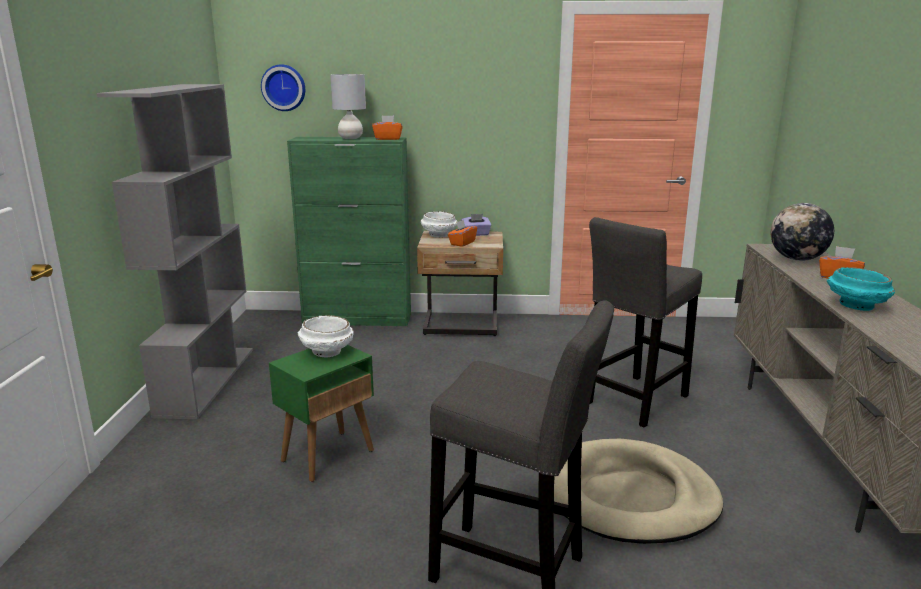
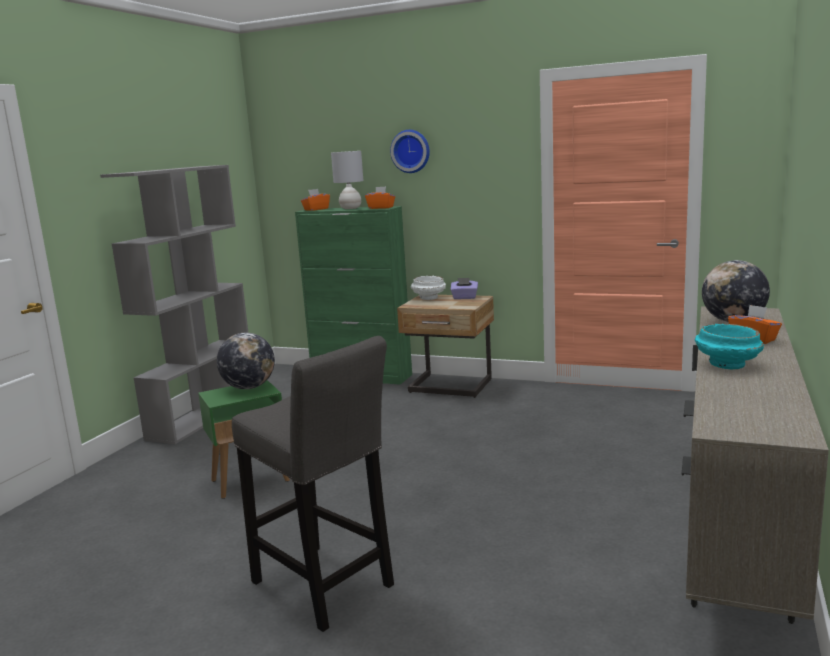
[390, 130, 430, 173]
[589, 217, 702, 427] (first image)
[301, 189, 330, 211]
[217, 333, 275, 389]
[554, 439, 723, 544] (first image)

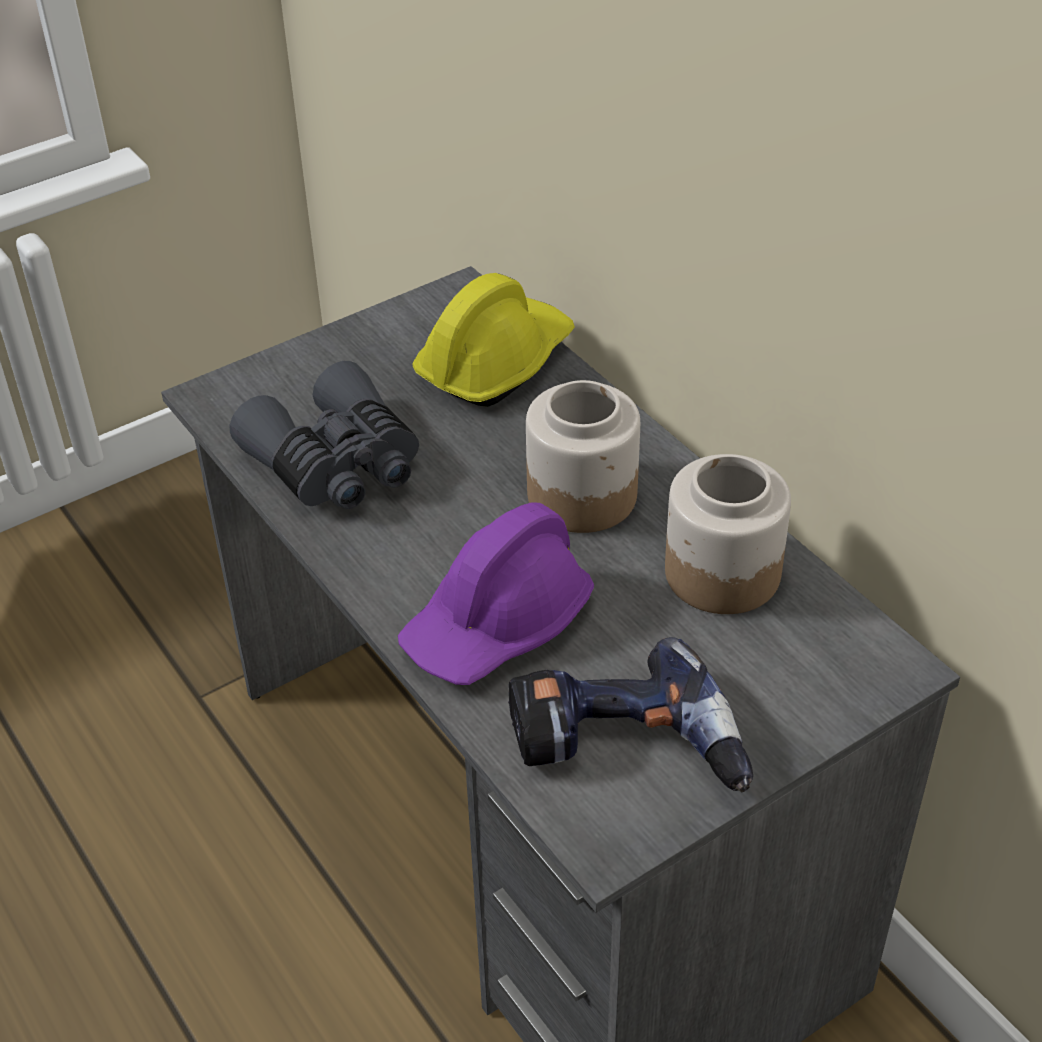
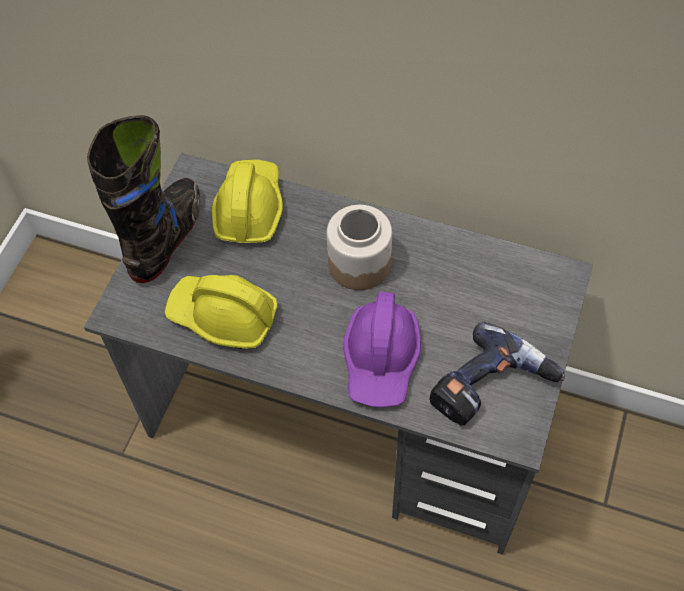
[165, 275, 278, 349]
[665, 454, 791, 614] (first image)
[87, 115, 200, 283]

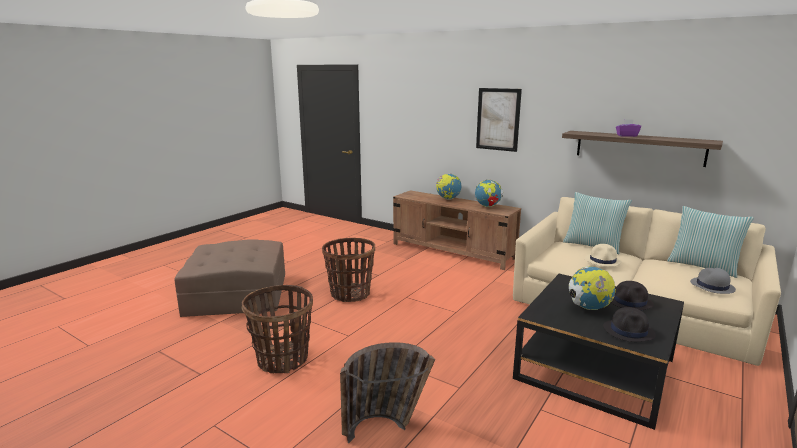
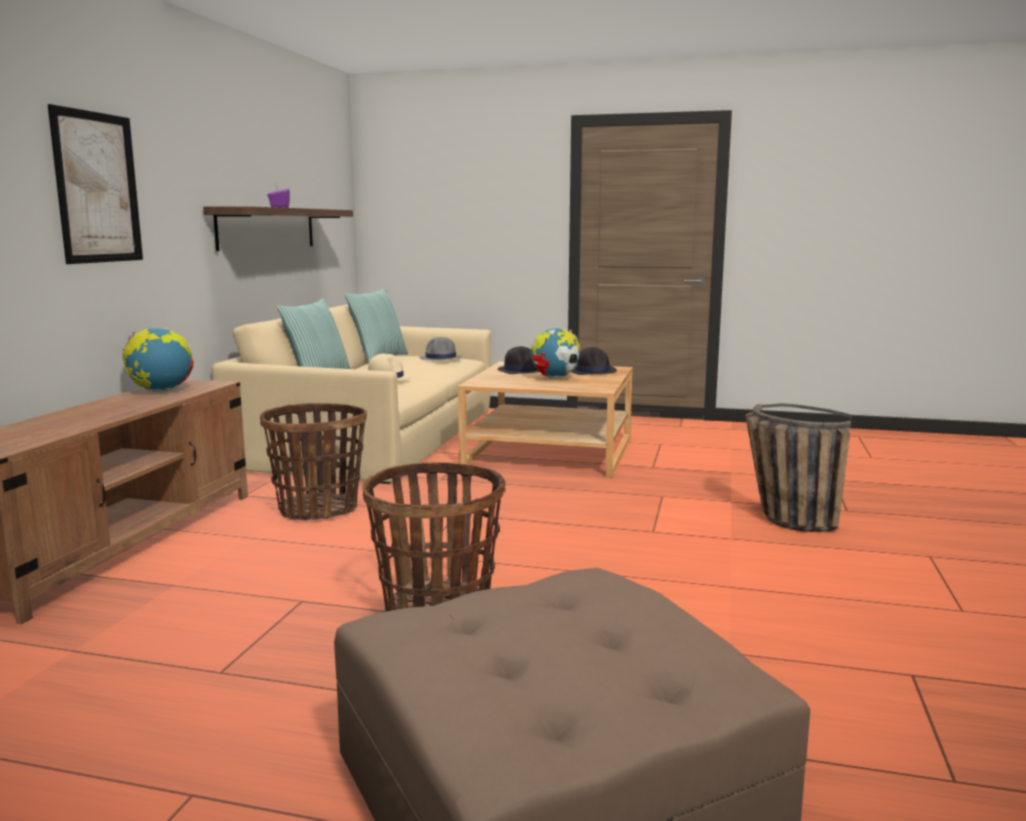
[436, 174, 461, 200] (first image)
[458, 362, 633, 478]
[260, 403, 367, 521]

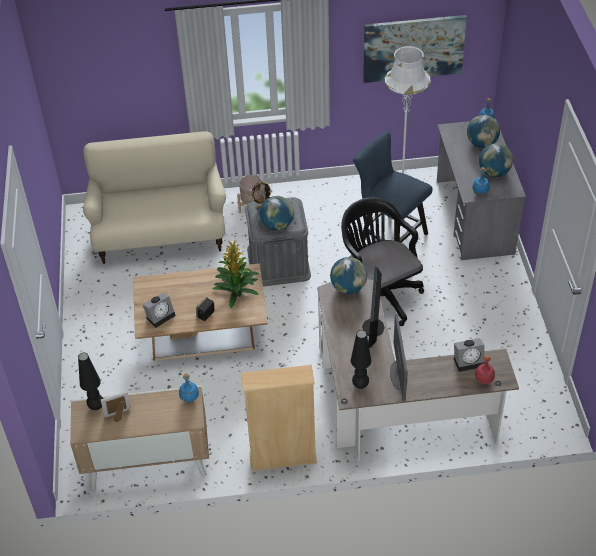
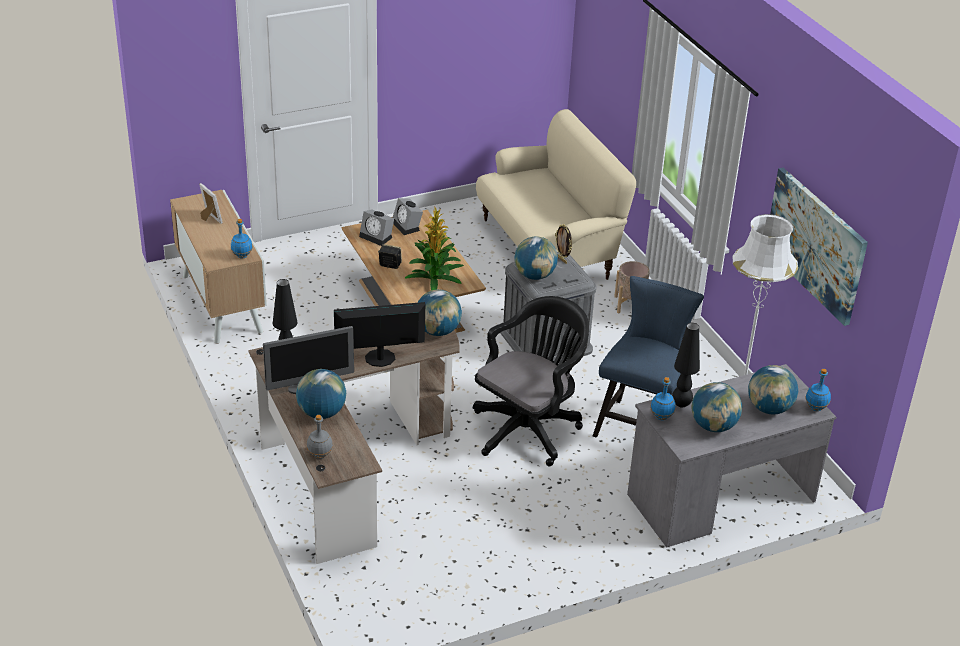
[393, 198, 423, 235]
[672, 323, 700, 408]
[307, 415, 333, 459]
[241, 365, 317, 471] (first image)
[296, 369, 346, 419]

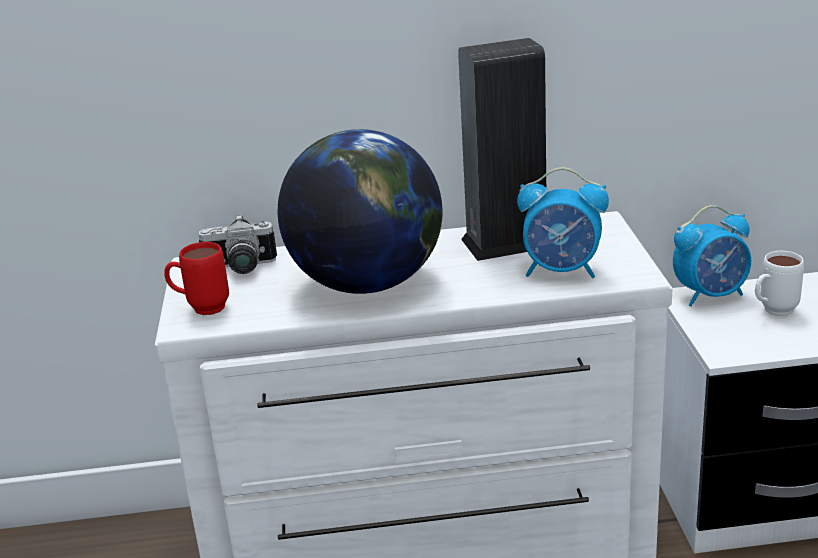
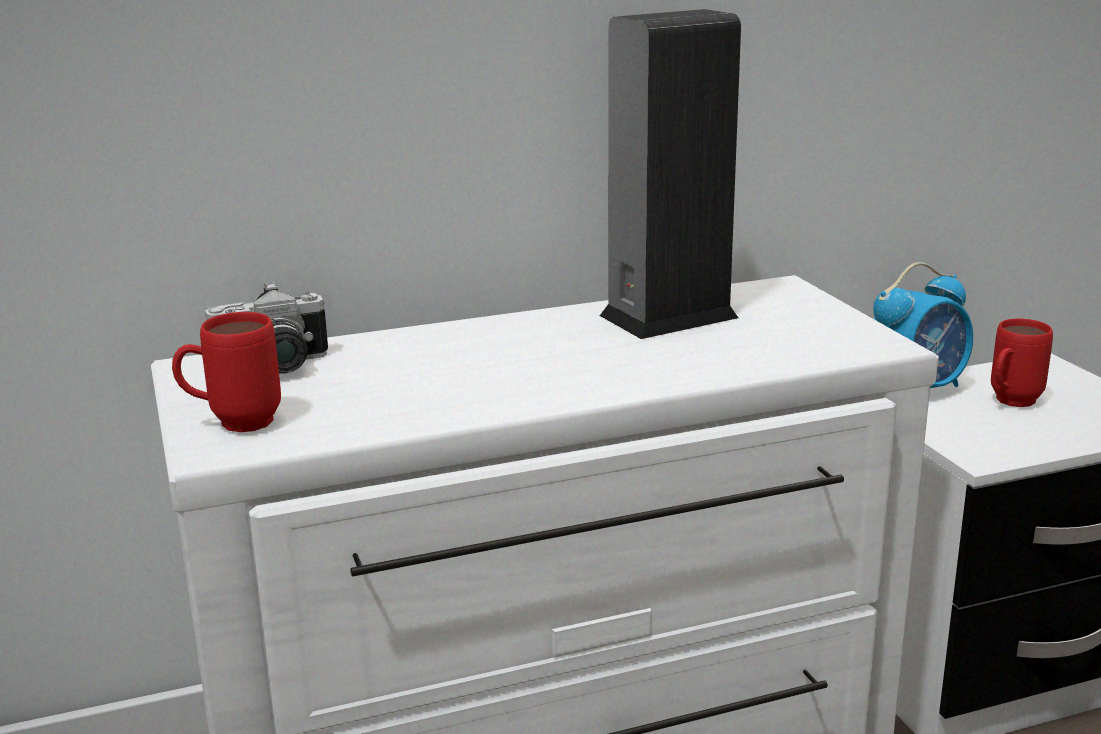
[278, 129, 443, 294] (first image)
[517, 167, 609, 278] (first image)
[991, 318, 1053, 407]

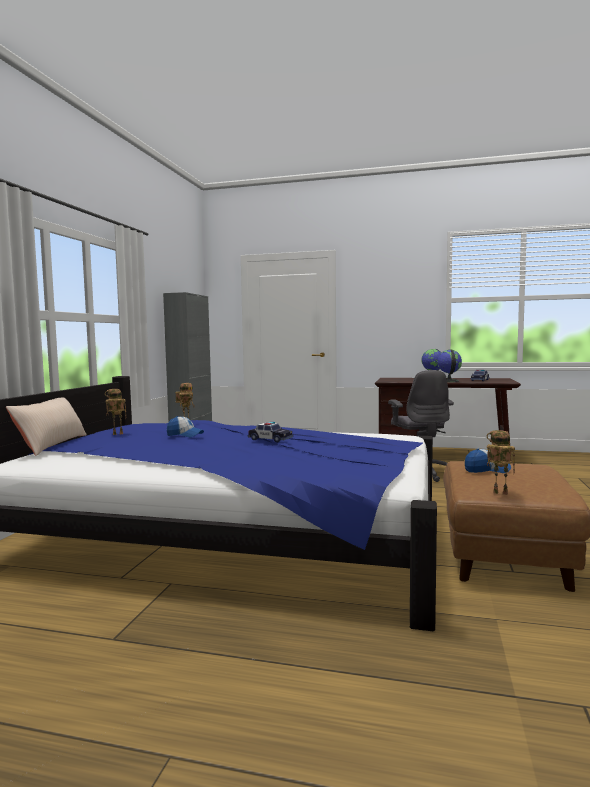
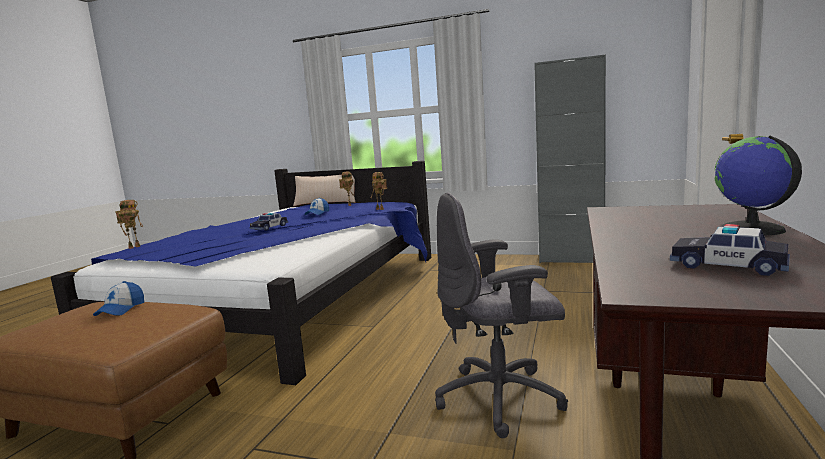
[437, 350, 462, 382] (first image)
[115, 200, 143, 249]

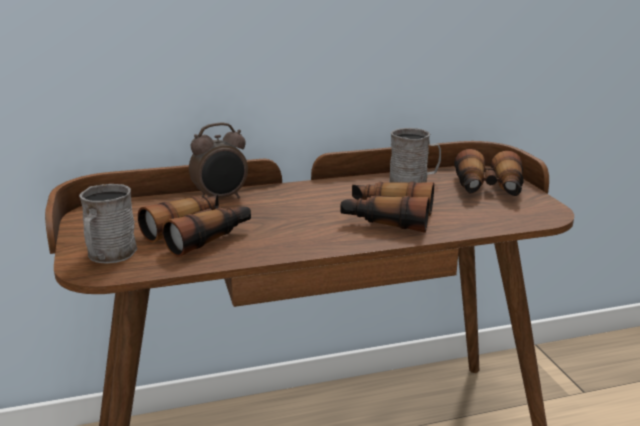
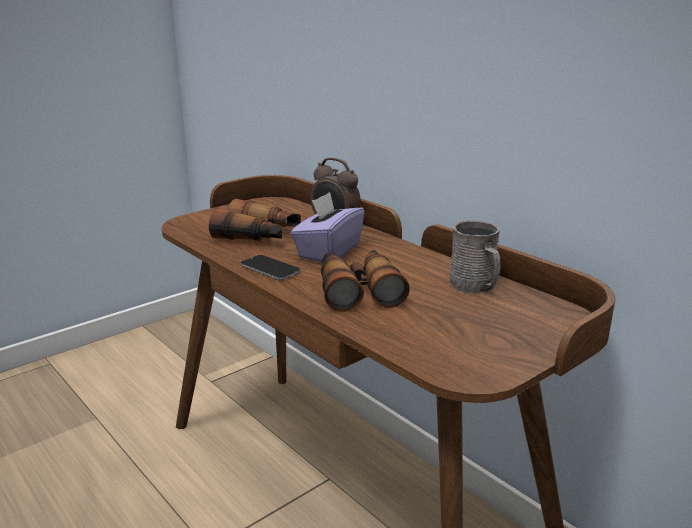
[454, 149, 524, 196] (first image)
[79, 184, 138, 263] (first image)
[291, 192, 365, 262]
[240, 255, 301, 280]

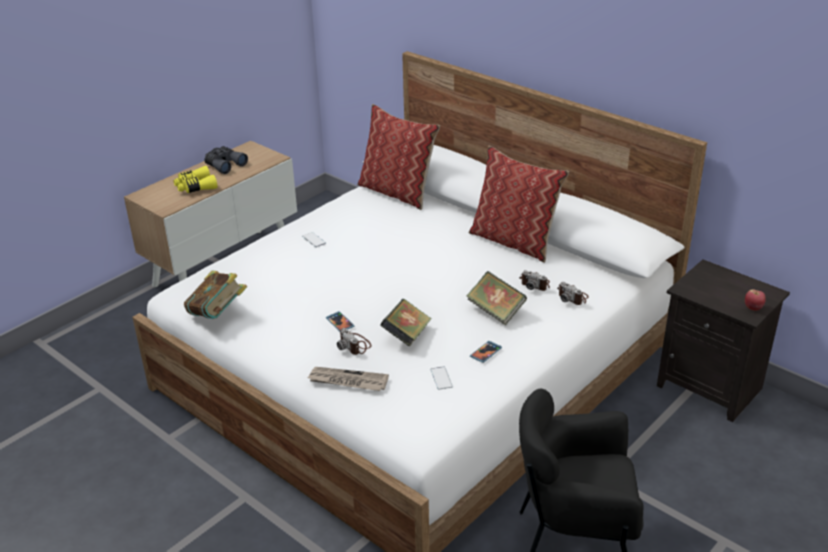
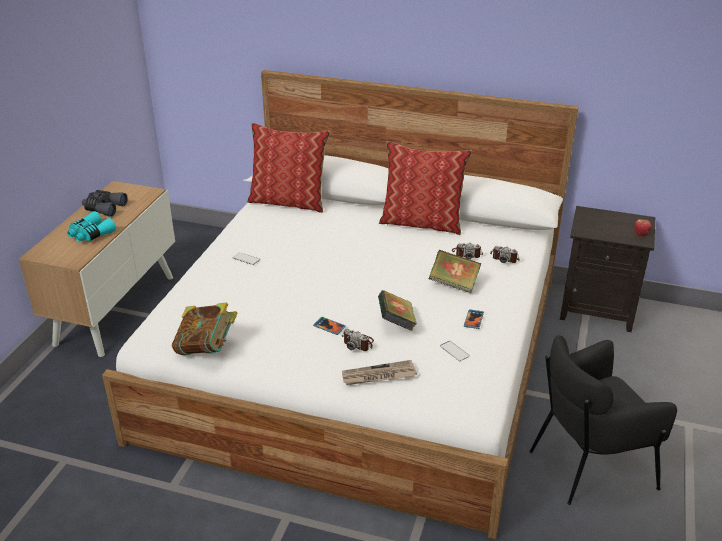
[67, 211, 116, 242]

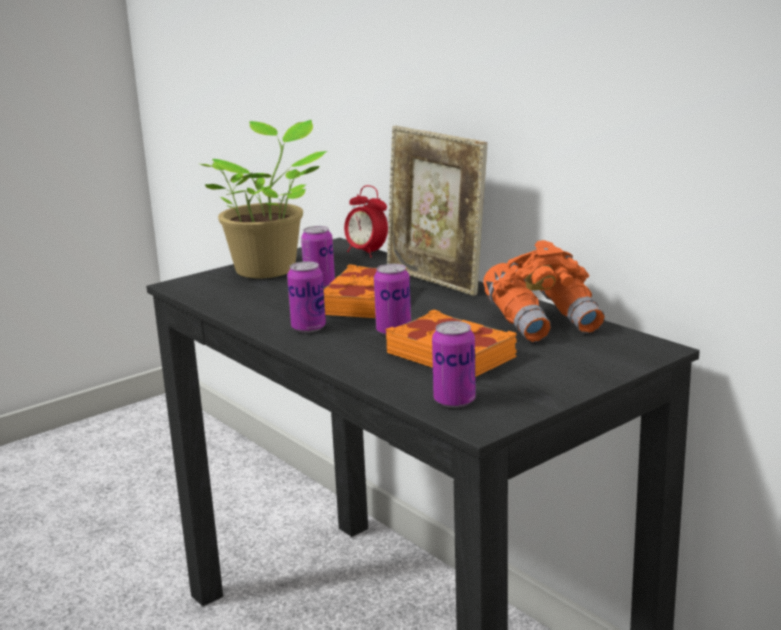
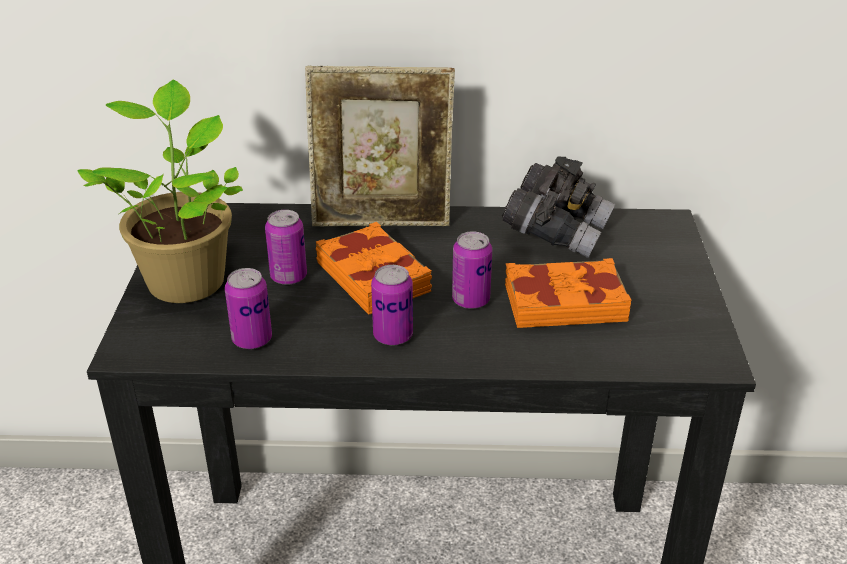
[344, 185, 388, 258] (first image)
[502, 157, 615, 258]
[225, 268, 272, 349]

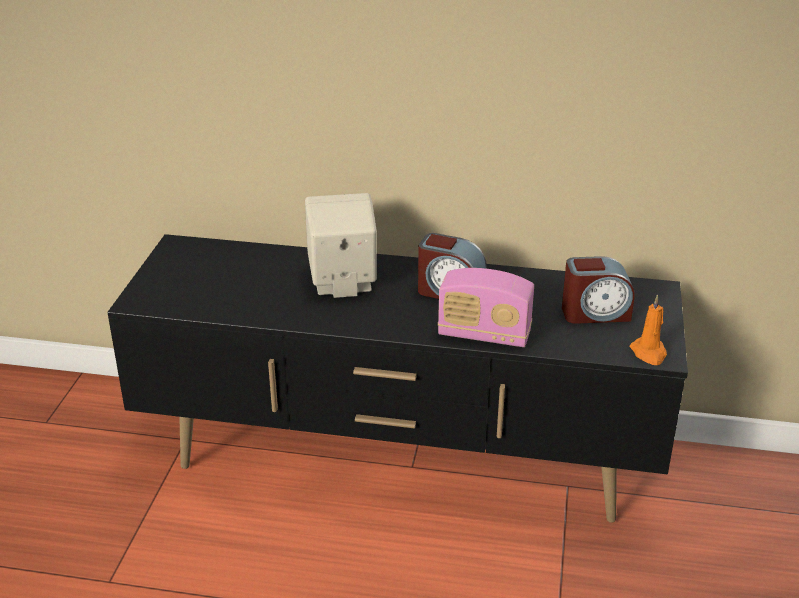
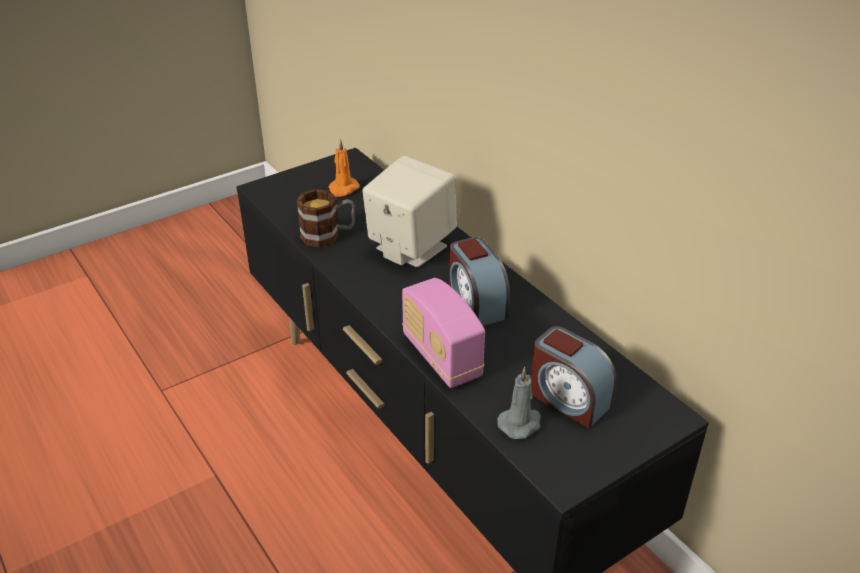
[329, 139, 360, 197]
[296, 189, 355, 247]
[497, 367, 541, 439]

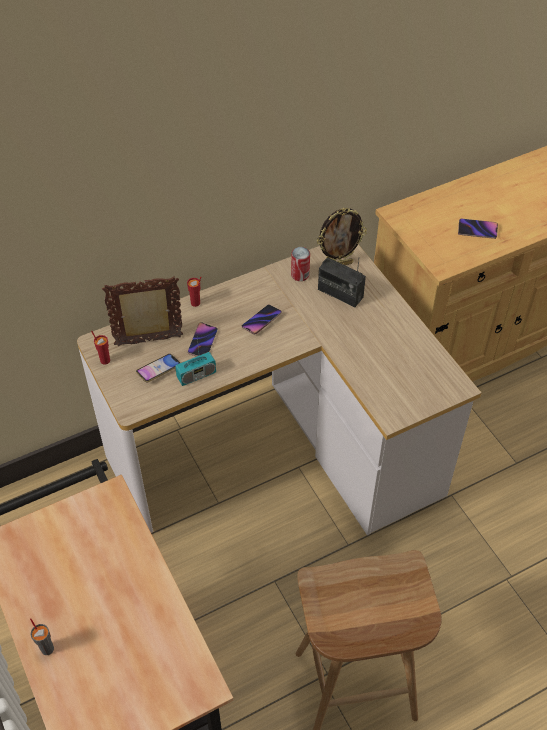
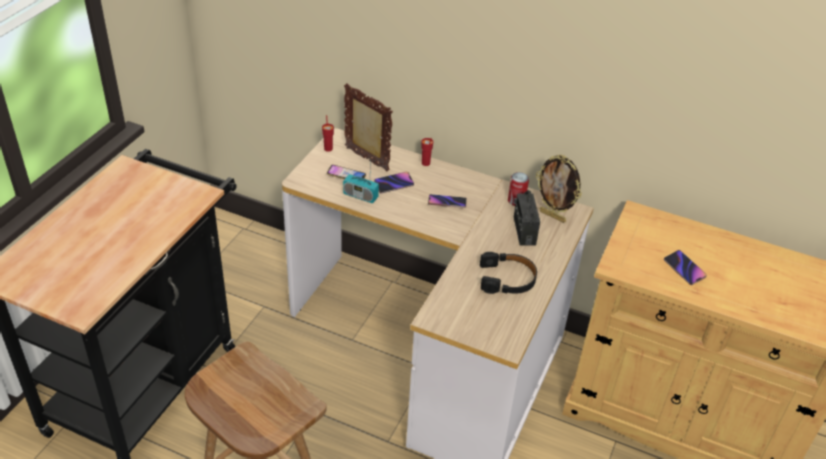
[30, 618, 54, 655] (first image)
[480, 252, 537, 294]

